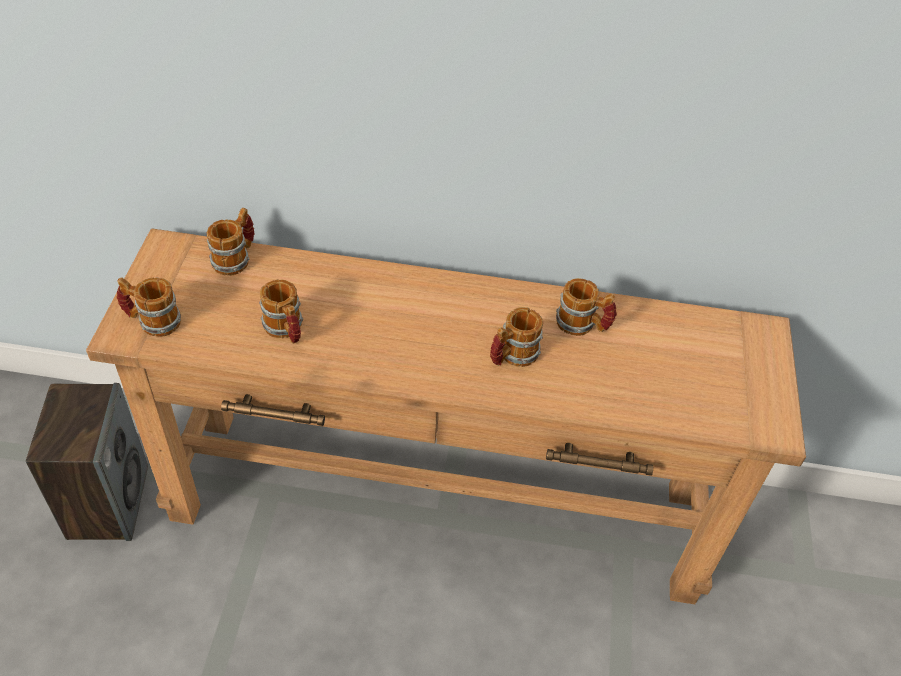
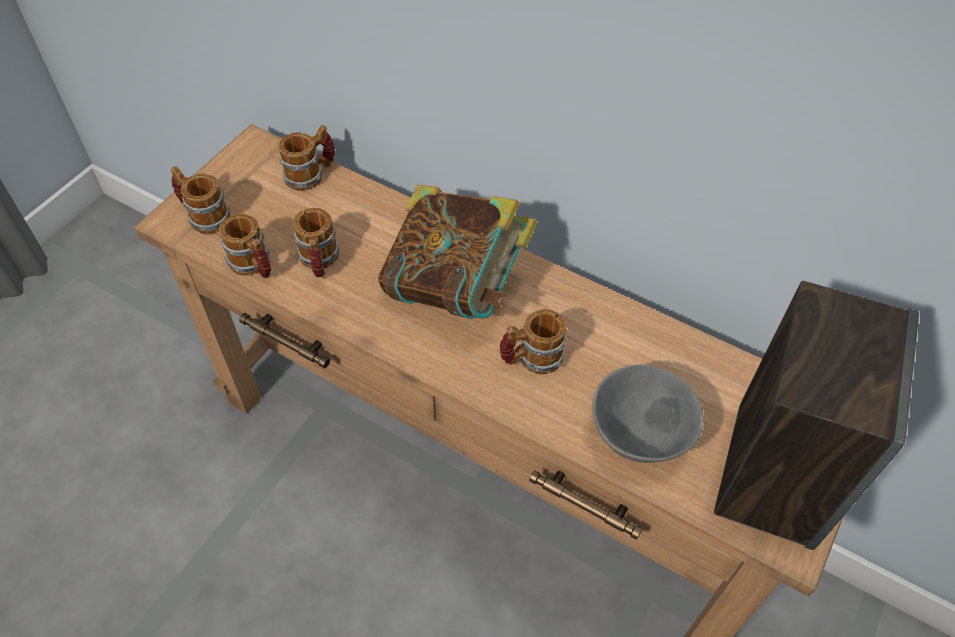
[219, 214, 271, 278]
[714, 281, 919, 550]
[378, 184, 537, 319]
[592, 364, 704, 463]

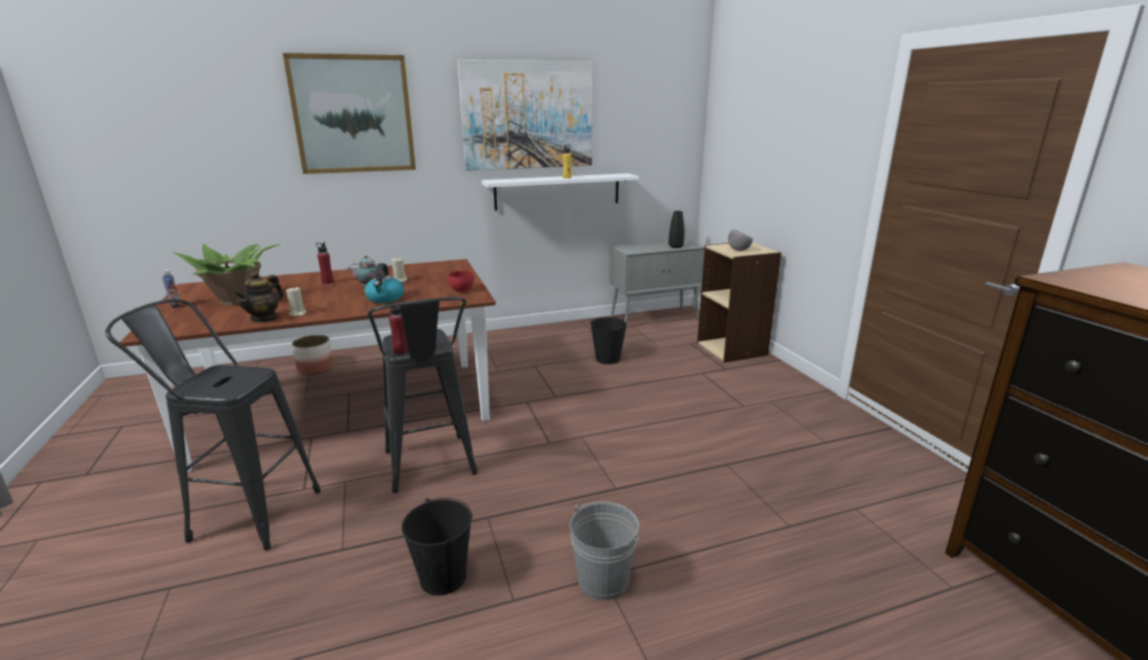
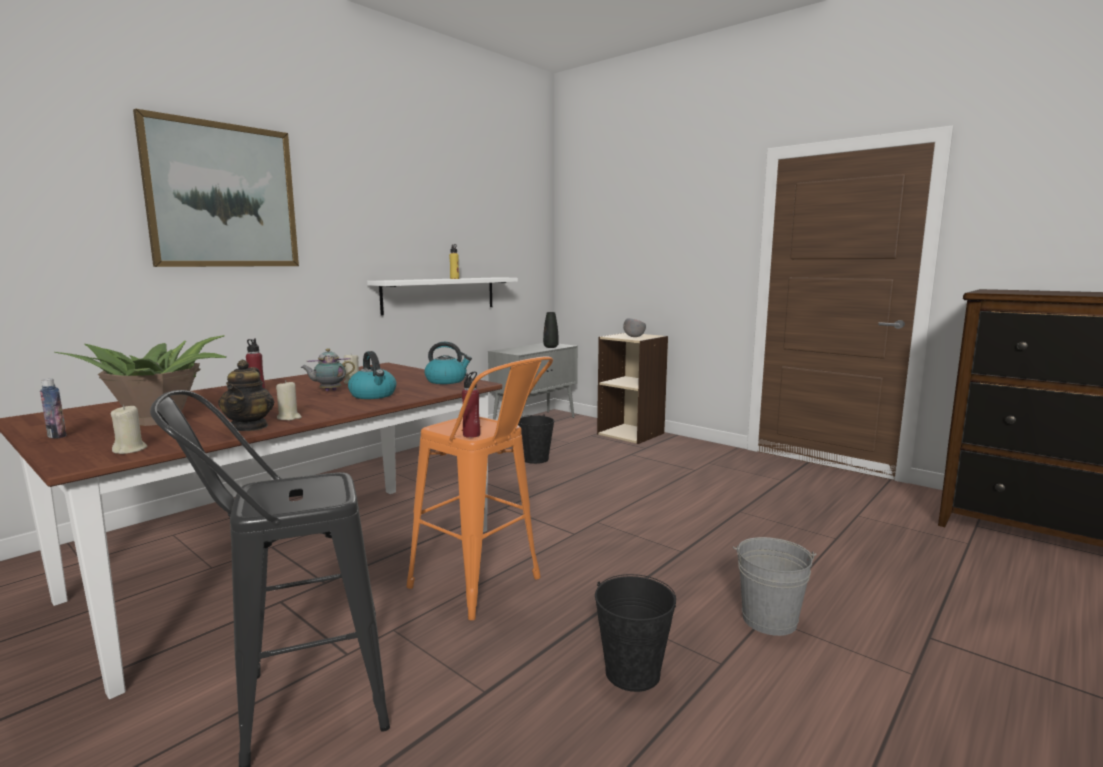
[457, 60, 593, 171] (first image)
[424, 342, 472, 384]
[406, 356, 553, 620]
[292, 335, 334, 375] (first image)
[111, 405, 147, 454]

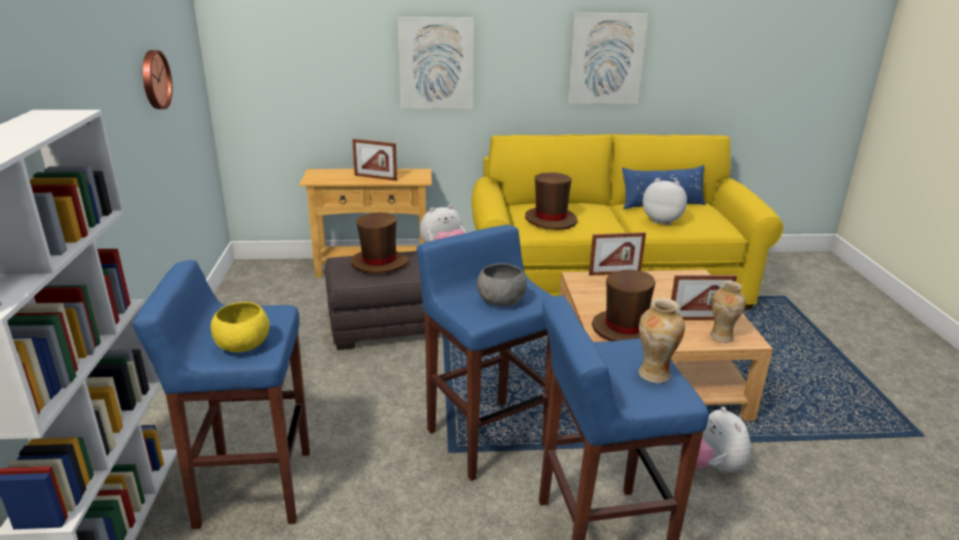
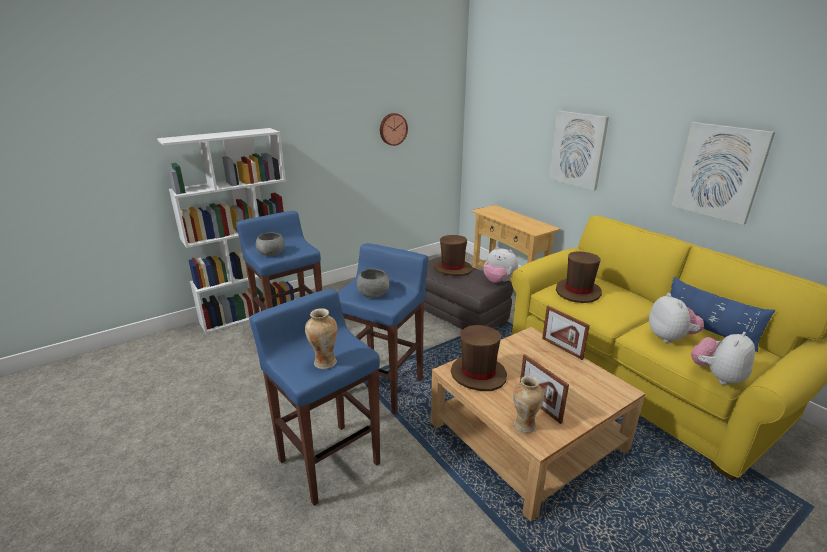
[352, 139, 397, 181] (first image)
[256, 233, 284, 256]
[691, 332, 755, 385]

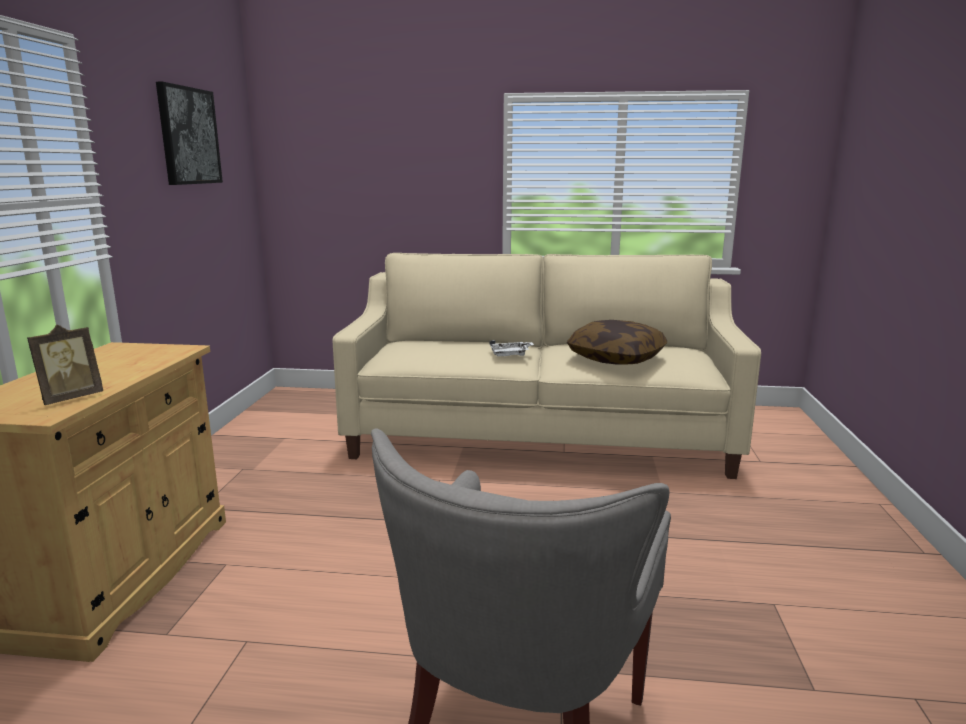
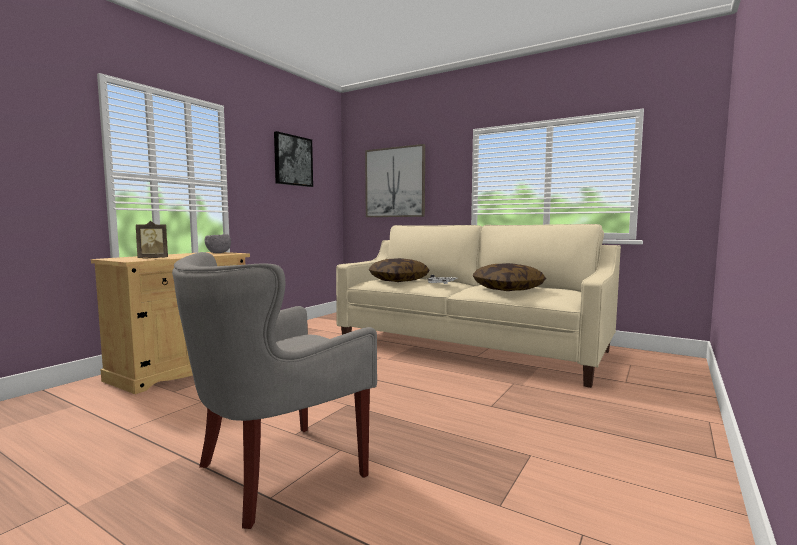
[365, 144, 425, 217]
[205, 234, 231, 253]
[369, 258, 430, 282]

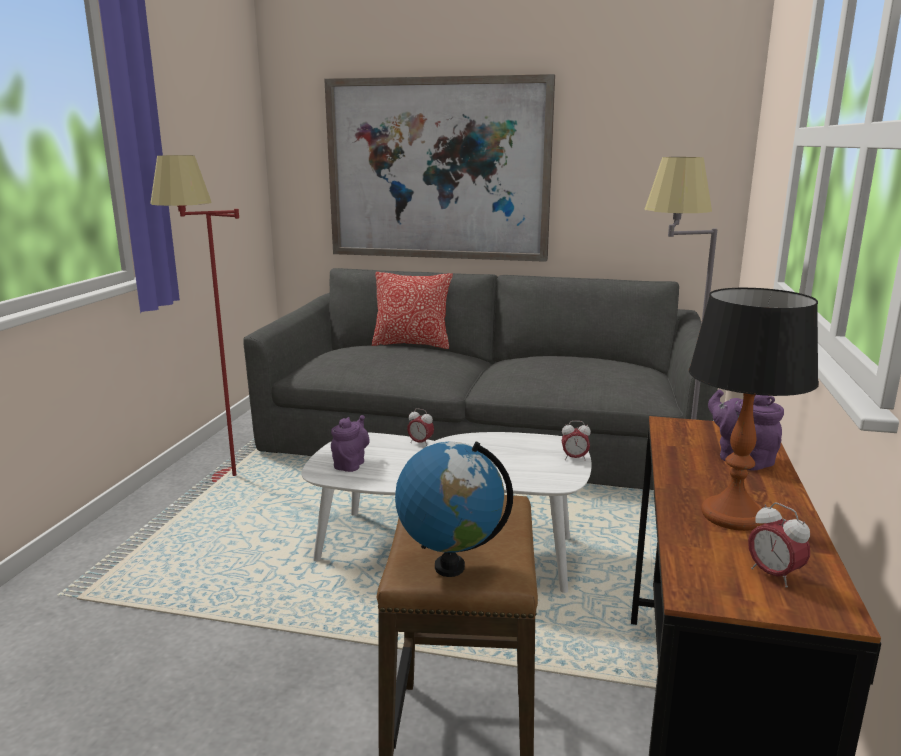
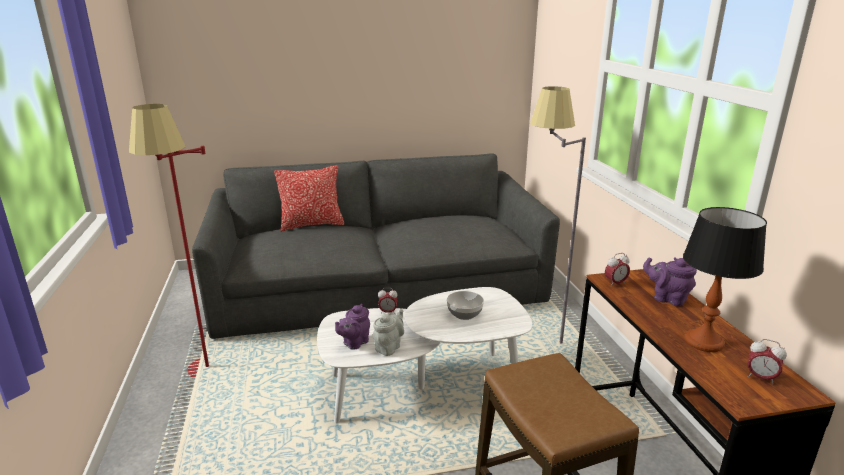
[324, 74, 555, 262] (first image)
[335, 304, 370, 350]
[605, 253, 630, 287]
[395, 441, 513, 577] (first image)
[447, 291, 484, 320]
[373, 309, 404, 356]

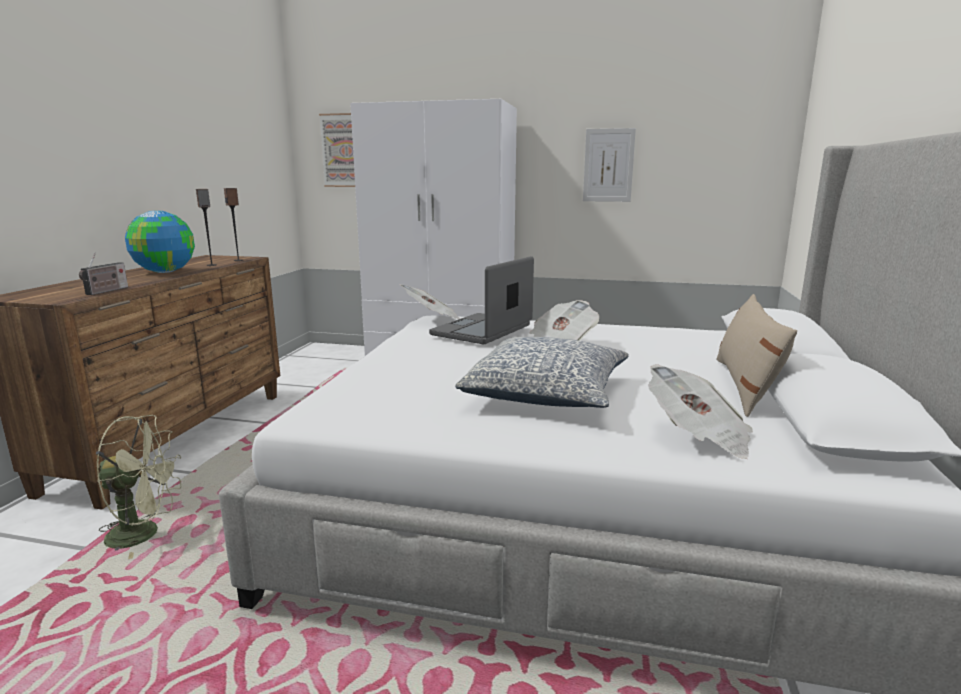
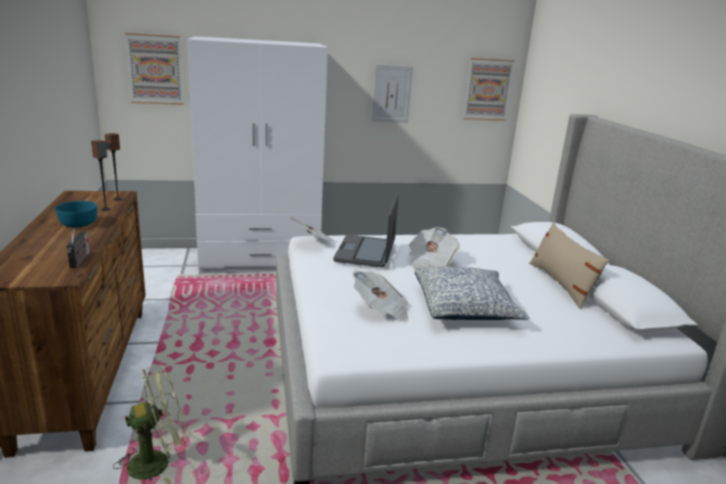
[55, 201, 97, 228]
[353, 271, 408, 322]
[463, 58, 515, 121]

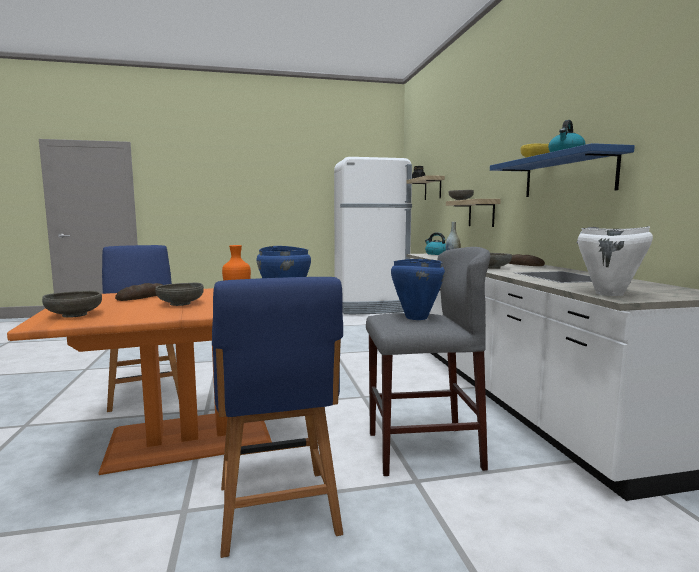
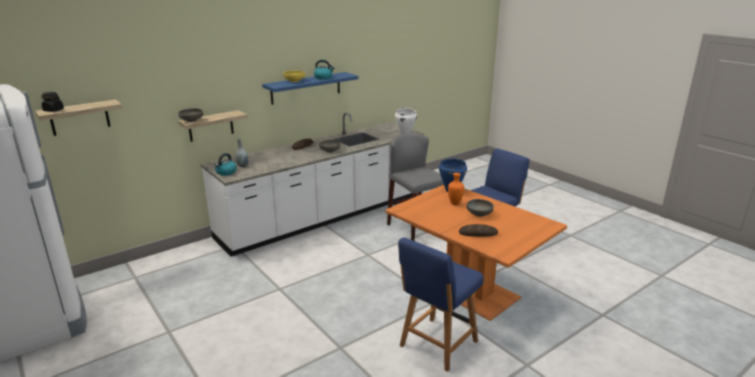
[391, 259, 445, 320] (first image)
[42, 291, 102, 318] (first image)

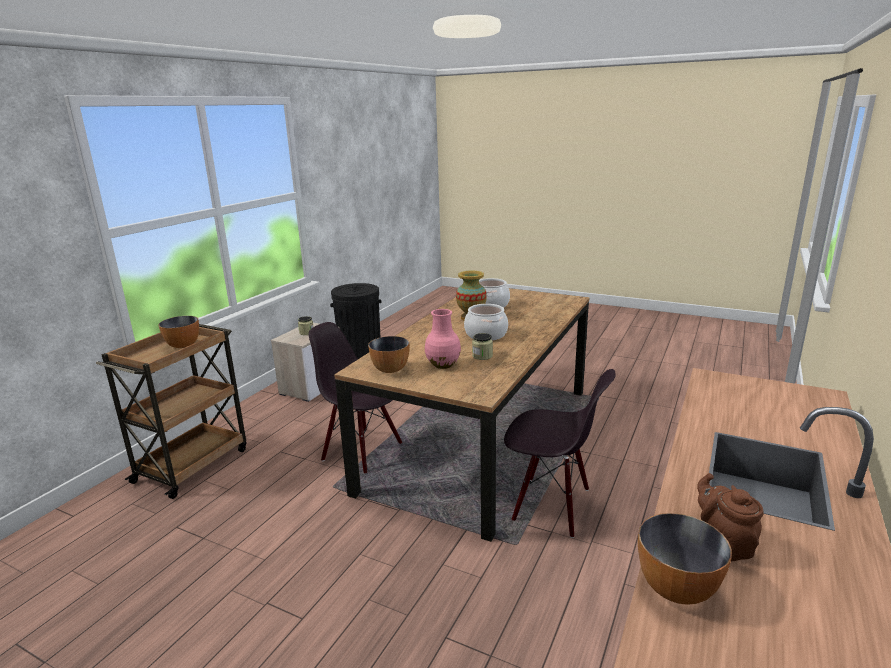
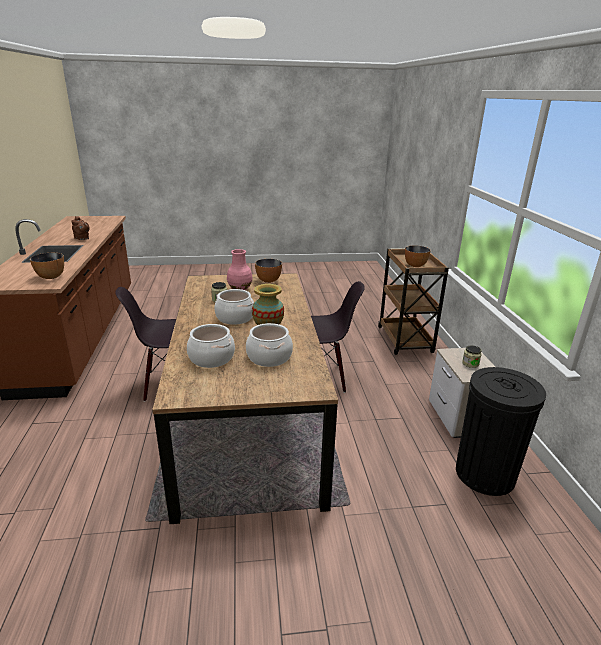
[30, 253, 64, 279]
[187, 324, 235, 368]

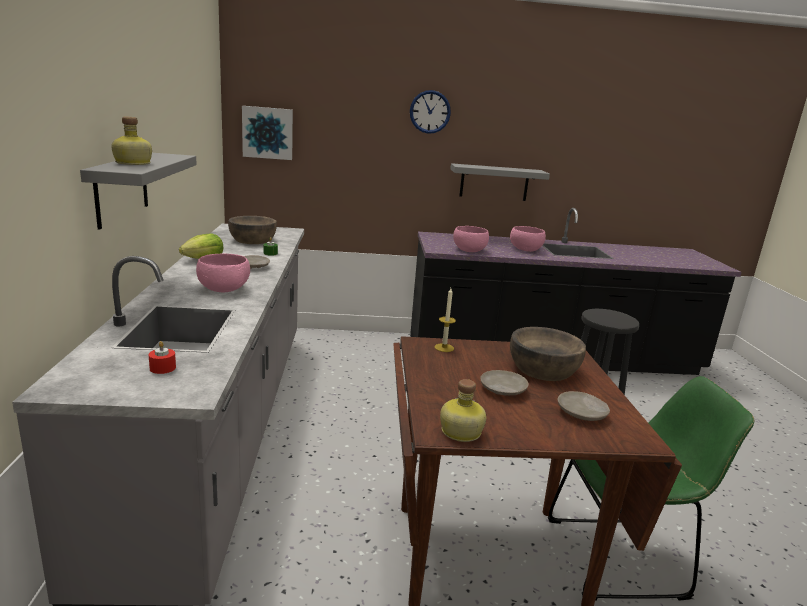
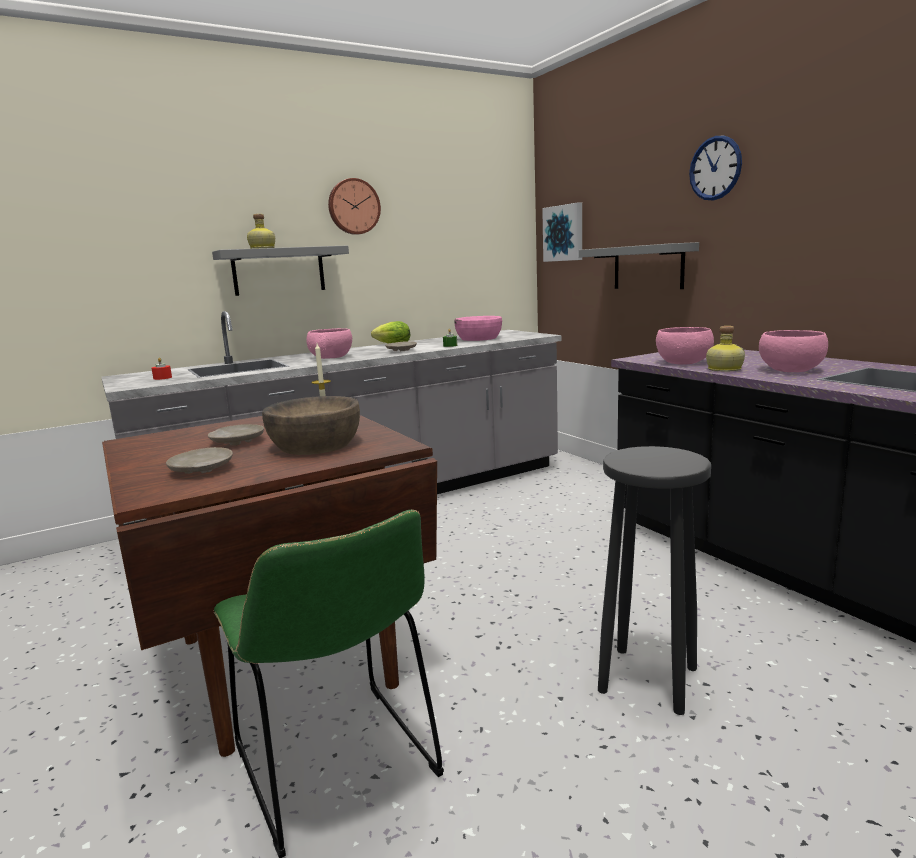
[579, 242, 699, 289]
[455, 316, 502, 341]
[706, 326, 745, 371]
[328, 178, 381, 235]

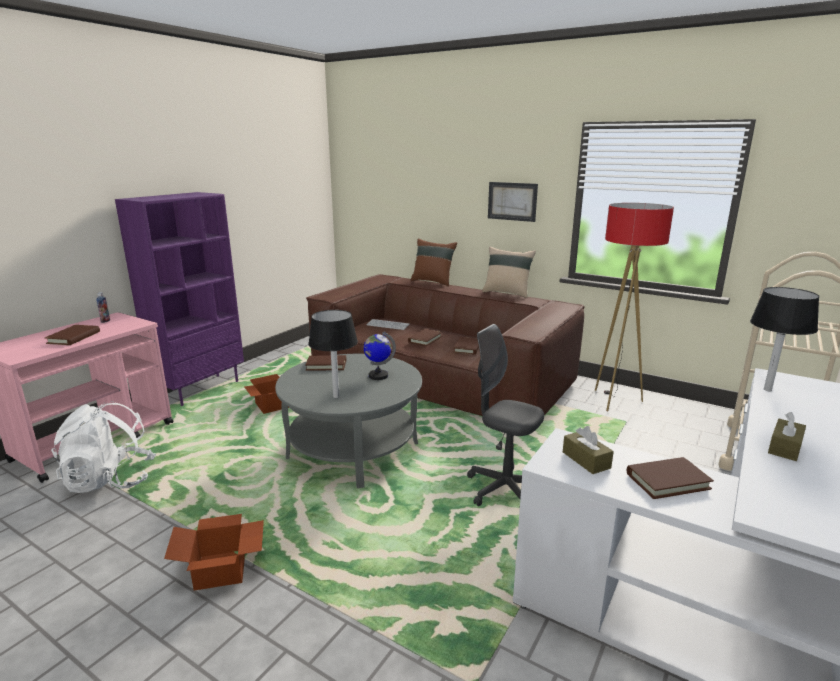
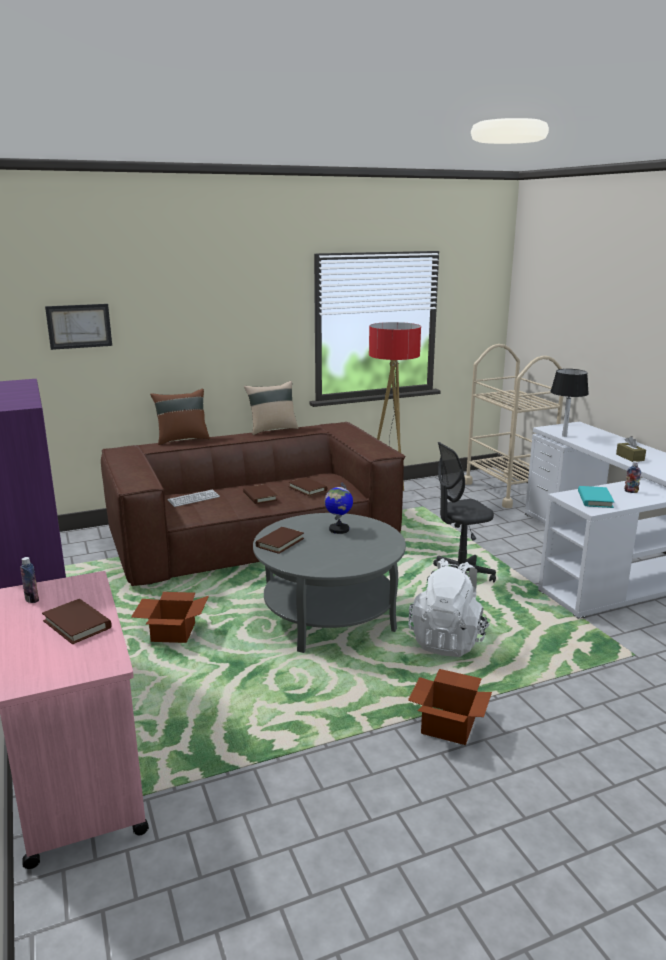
[45, 304, 112, 350]
[308, 310, 358, 398] (first image)
[408, 558, 490, 657]
[578, 486, 614, 508]
[624, 461, 641, 493]

